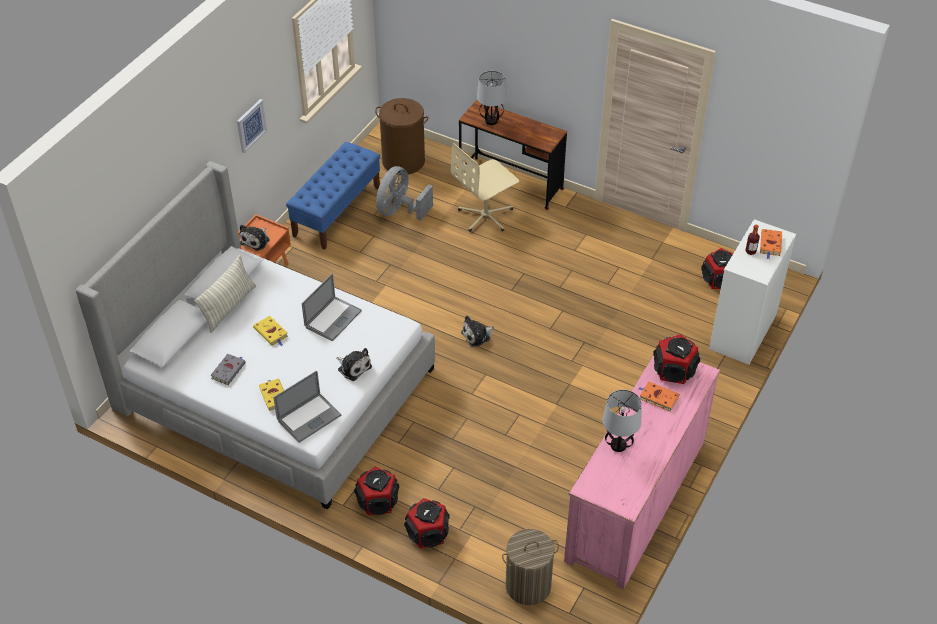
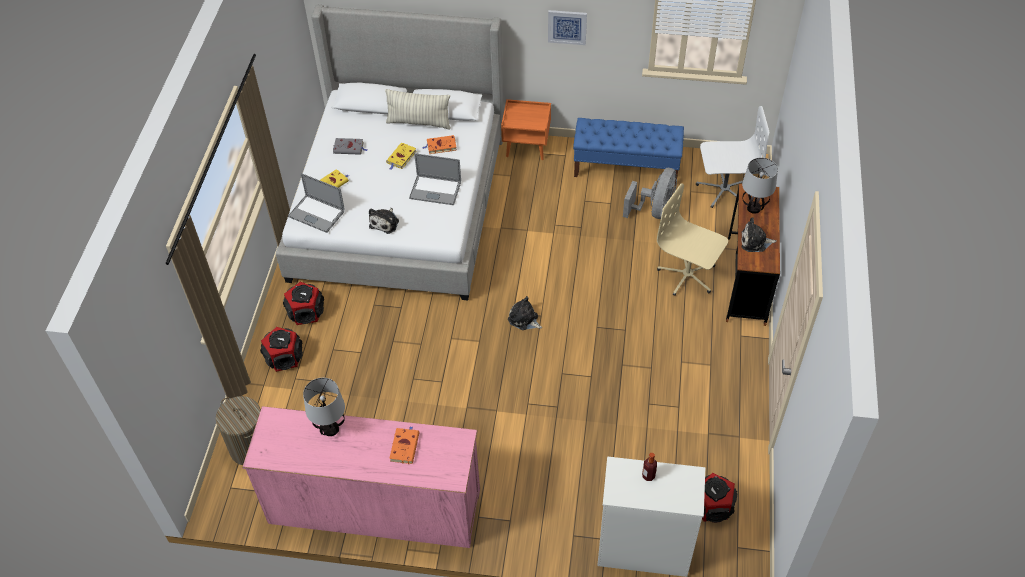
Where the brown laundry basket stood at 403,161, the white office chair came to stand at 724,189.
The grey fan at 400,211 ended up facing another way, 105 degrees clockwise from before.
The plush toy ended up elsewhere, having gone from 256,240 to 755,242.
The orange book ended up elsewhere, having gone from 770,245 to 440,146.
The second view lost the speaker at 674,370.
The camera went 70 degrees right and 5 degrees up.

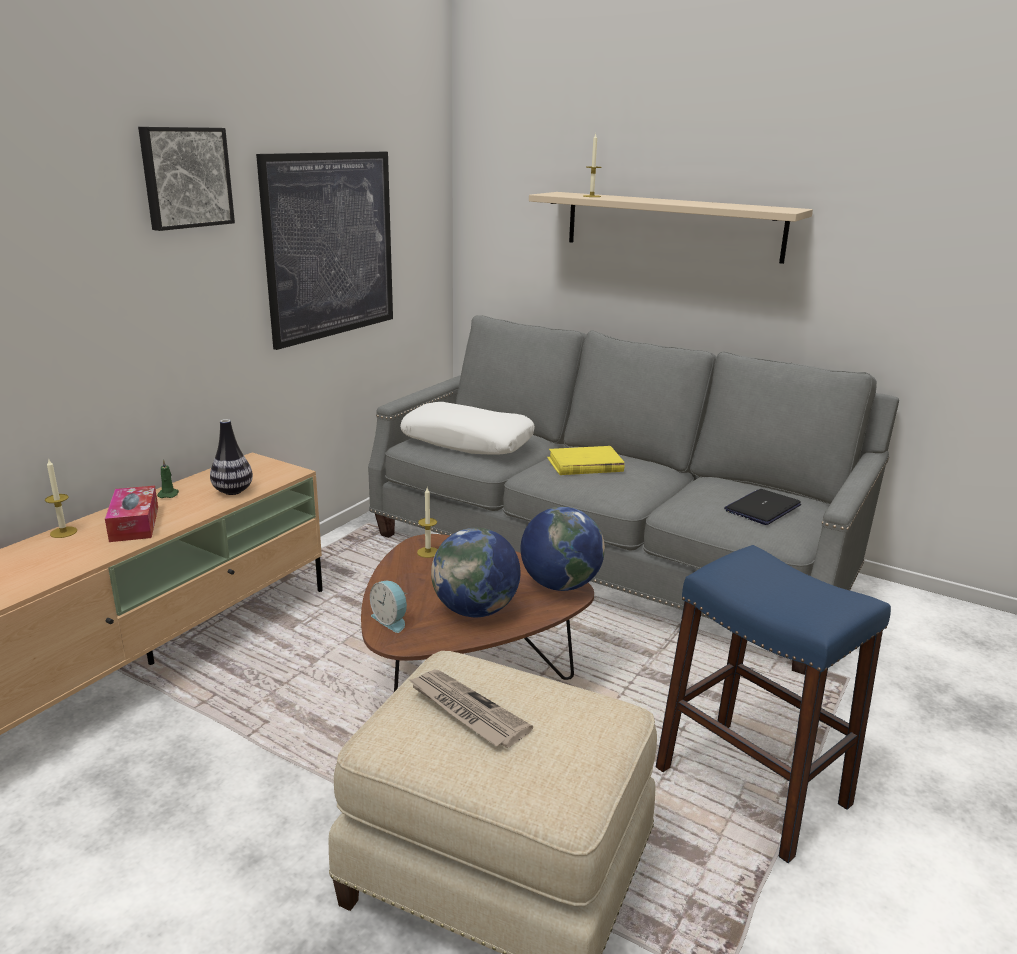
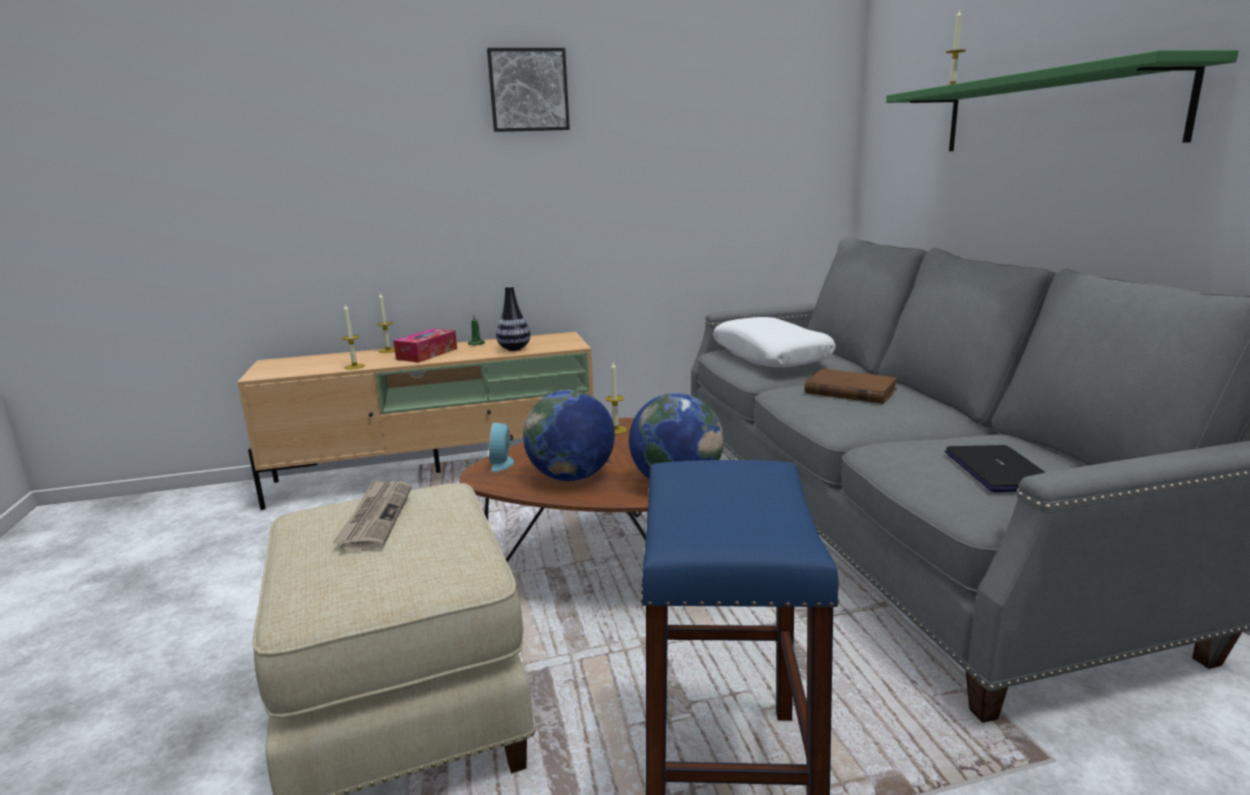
The second view lost the picture at 331,246.
What was the beige shelf at 672,226 turned into the green shelf at 1052,112.
What was the yellow book at 584,465 turned into the brown book at 850,391.
The laptop at 762,508 ended up facing another way, 90 degrees clockwise from before.
The second view gained the candle at 354,366.
The camera went 45 degrees right and 5 degrees down.

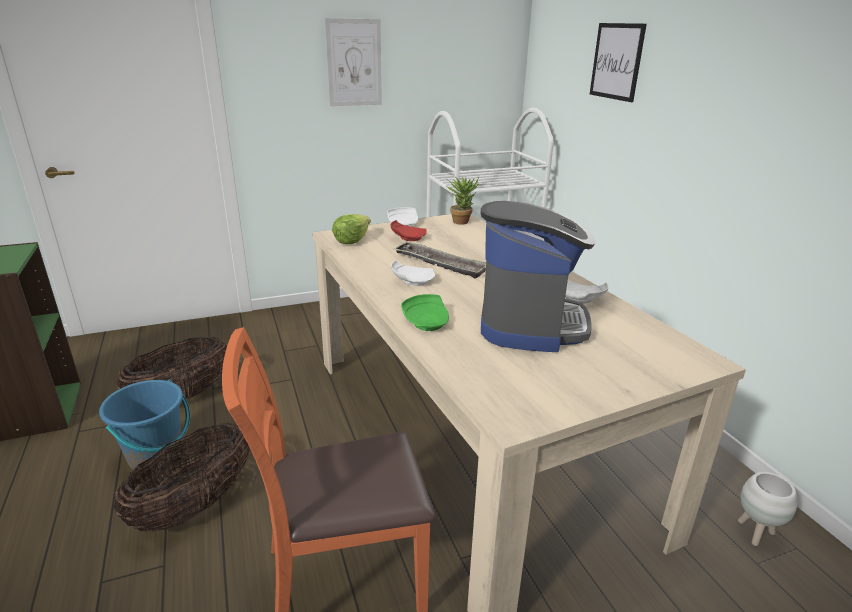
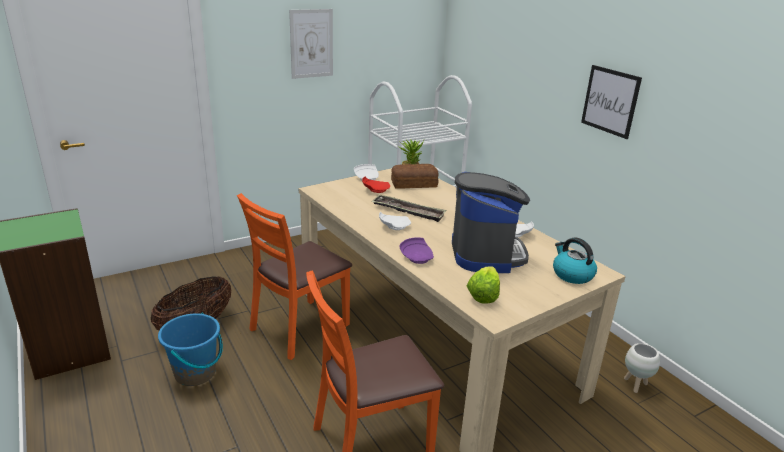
The picture ended up elsewhere, having gone from 616,61 to 610,101.
The lettuce ended up elsewhere, having gone from 352,240 to 483,294.
What was the green plate at 427,322 turned into the purple plate at 417,257.
The second view lost the basket at 195,505.
The second view gained the bread at 413,183.
The second view gained the orange chair at 299,328.
The second view gained the kettle at 572,274.
The camera went 10 degrees left and 0 degrees up.

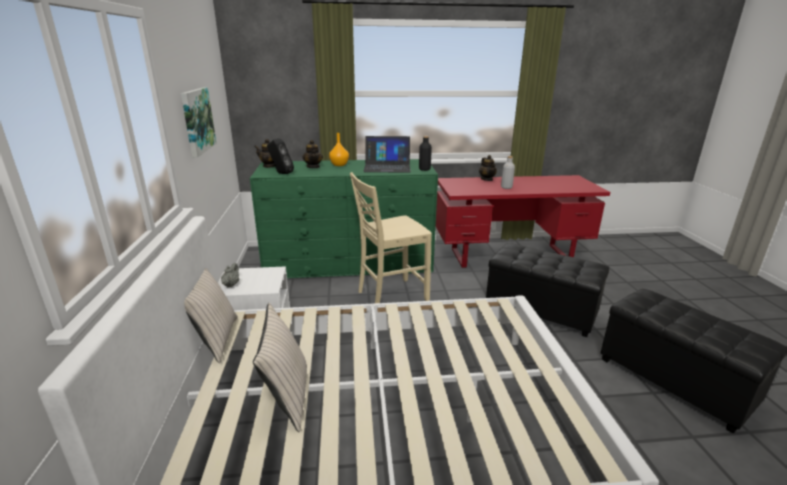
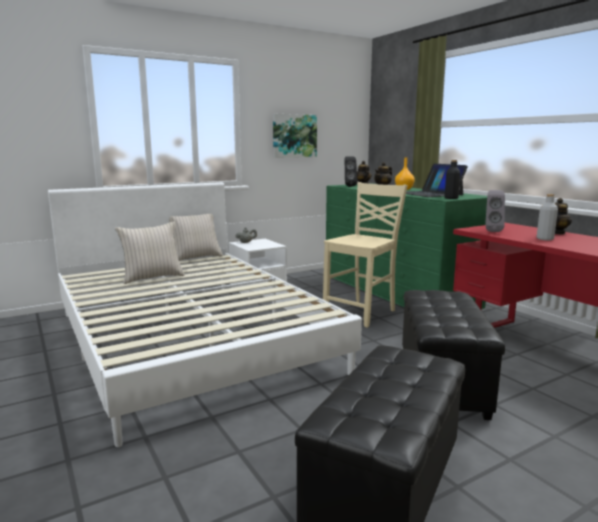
The beige chair at 390,296 ended up facing another way, 90 degrees clockwise from before.
The second view gained the grey speaker at 492,231.
The camera went 65 degrees right and 10 degrees down.

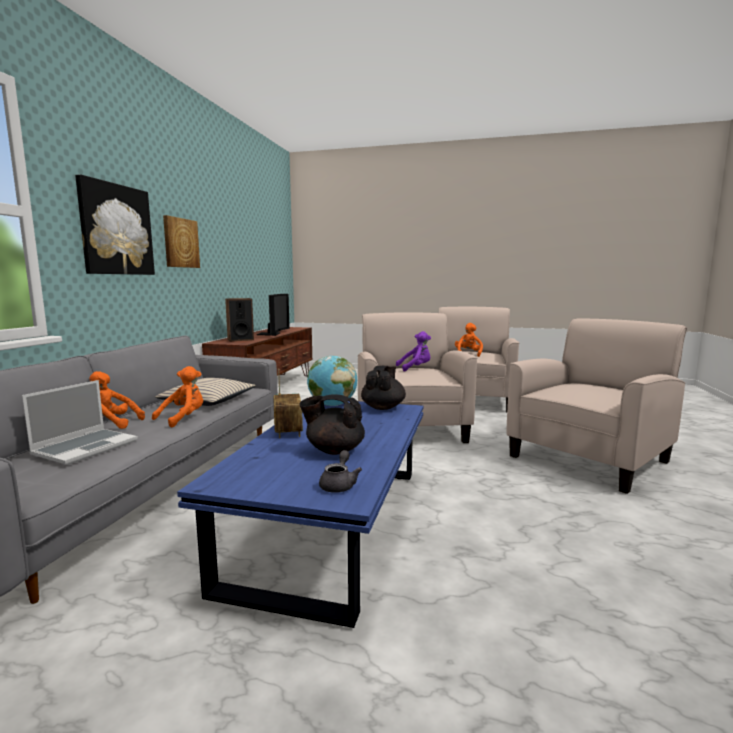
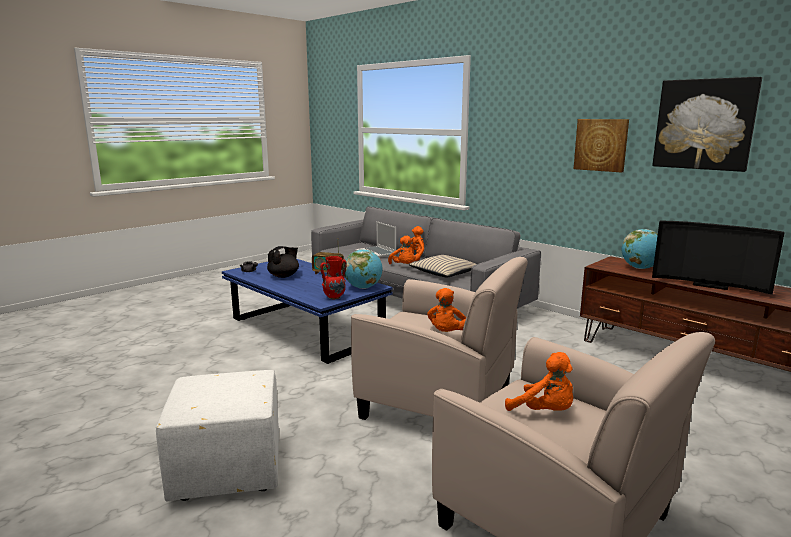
The picture ended up elsewhere, having gone from 116,230 to 704,124.
Where the speaker stood at 240,339, the globe came to stand at 640,268.
Where the beige armchair stood at 589,458, the white ottoman came to stand at 227,471.
What was the purple plush toy at 415,368 turned into the orange plush toy at 447,334.
Where the black teapot stood at 383,407, the red vase came to stand at 334,297.
The camera went 120 degrees right and 5 degrees up.

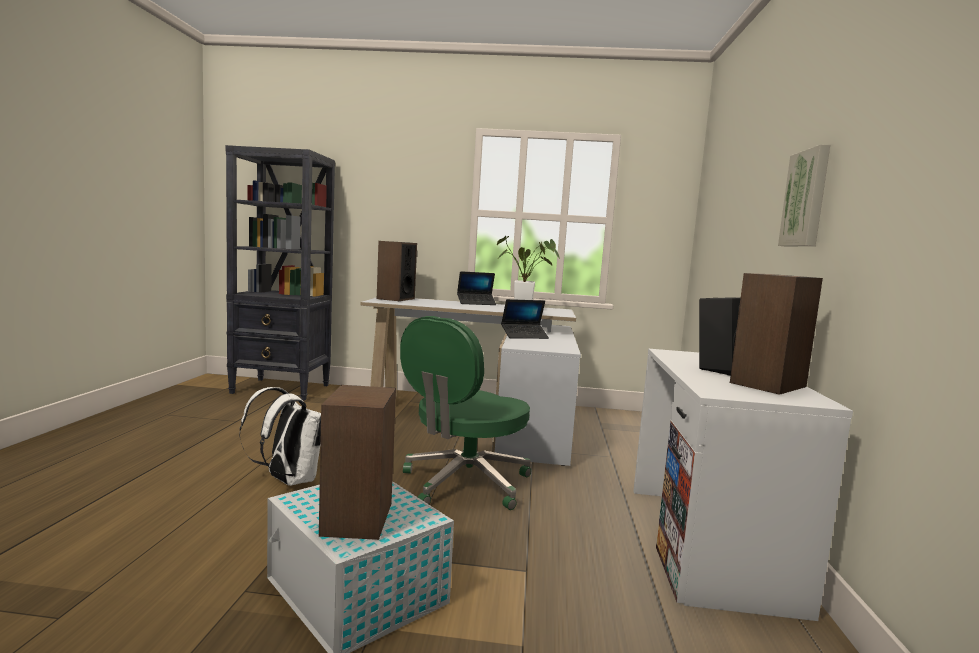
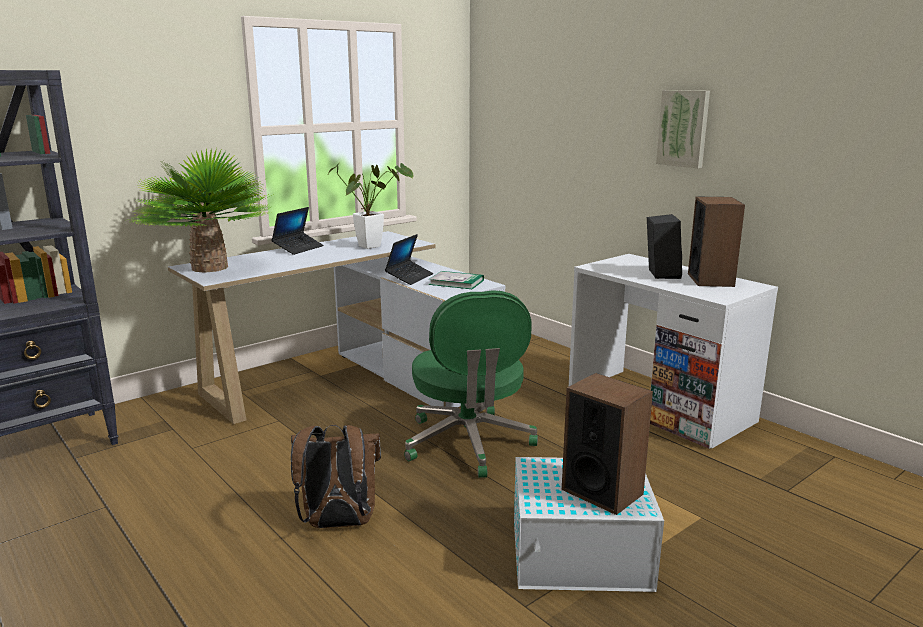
Where the speaker stood at 395,299, the potted plant came to stand at 209,267.
What was the white backpack at 287,480 turned into the brown backpack at 338,524.
The second view gained the book at 456,282.
The camera went 45 degrees left and 10 degrees up.

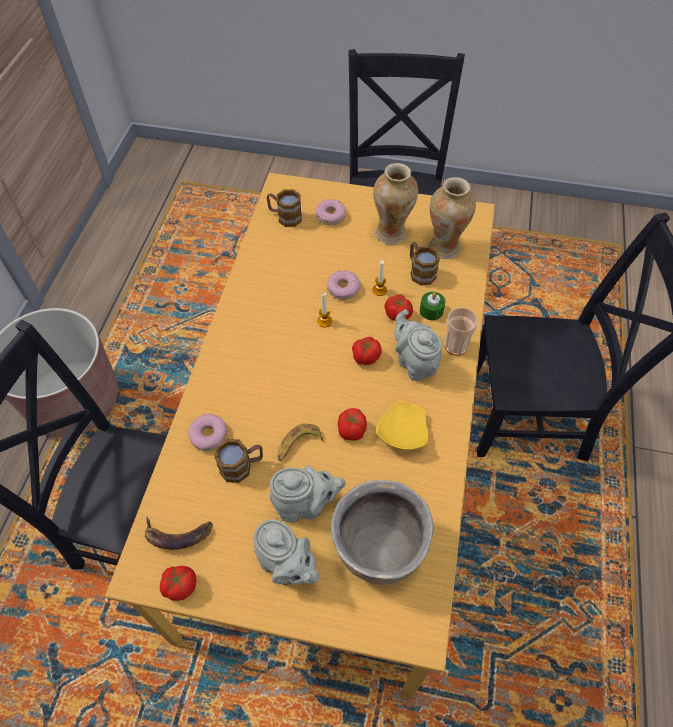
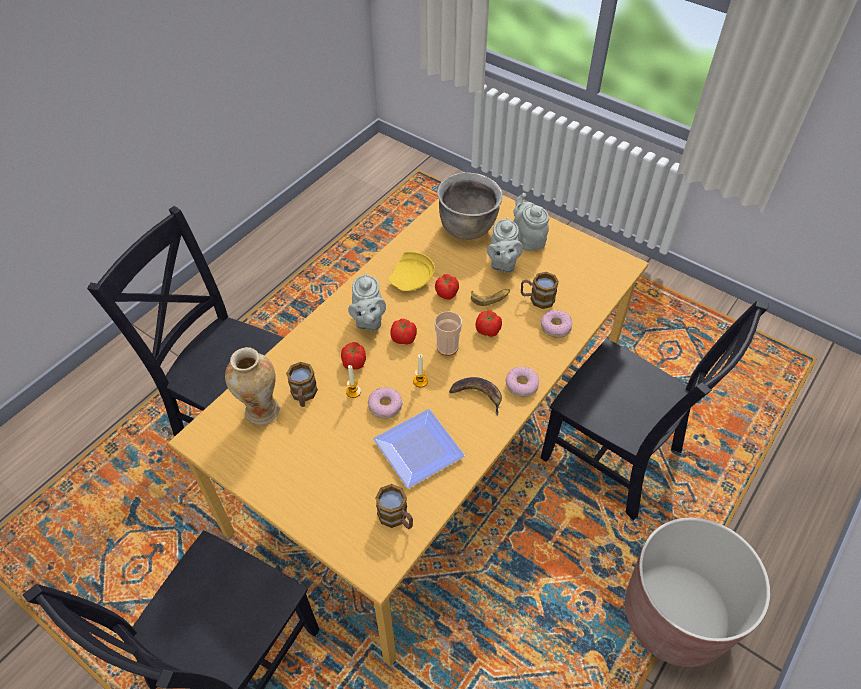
The second view lost the vase at 391,233.
The donut ended up elsewhere, having gone from 330,216 to 522,385.
The second view lost the green candle at 431,310.
The cup ended up elsewhere, having gone from 455,346 to 447,347.
The grey teapot at 305,505 ended up facing another way, 105 degrees counterclockwise from before.
The banana ended up elsewhere, having gone from 177,535 to 477,395.
The tomato ended up elsewhere, having gone from 180,586 to 488,331.
The second view gained the plate at 418,452.
The camera went 155 degrees left and 5 degrees down.

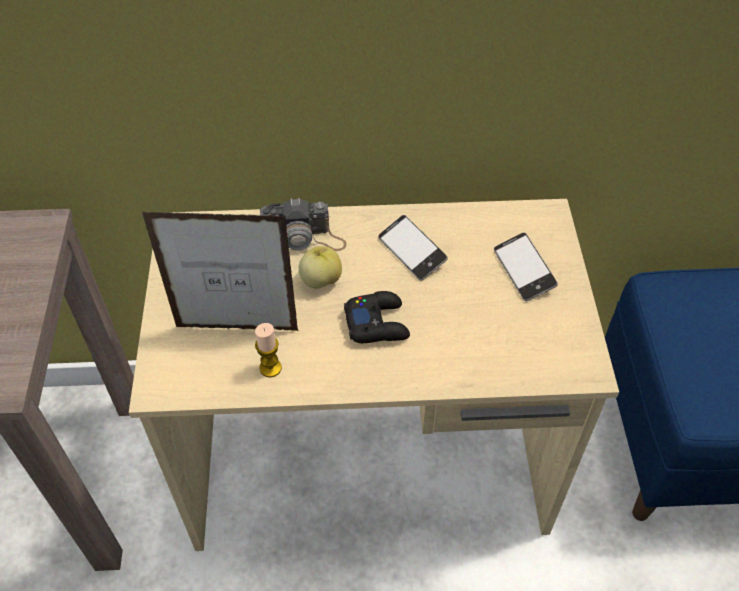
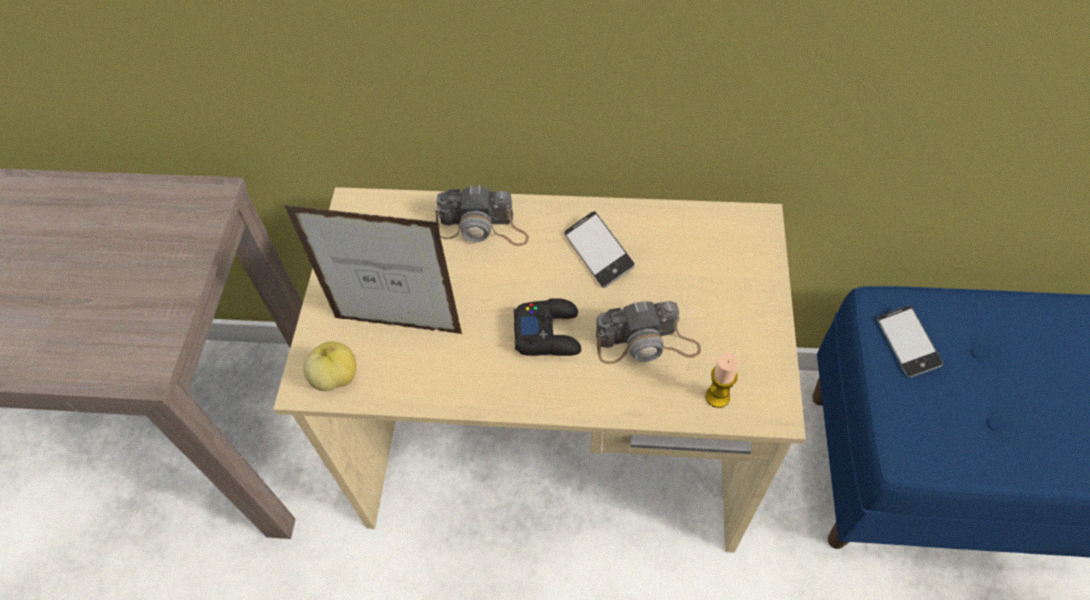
The phone ended up elsewhere, having gone from 523,271 to 906,344.
The apple ended up elsewhere, having gone from 320,280 to 335,377.
The candle ended up elsewhere, having gone from 270,368 to 717,396.
The second view gained the photo camera at 647,343.
The camera went 10 degrees right and 5 degrees up.

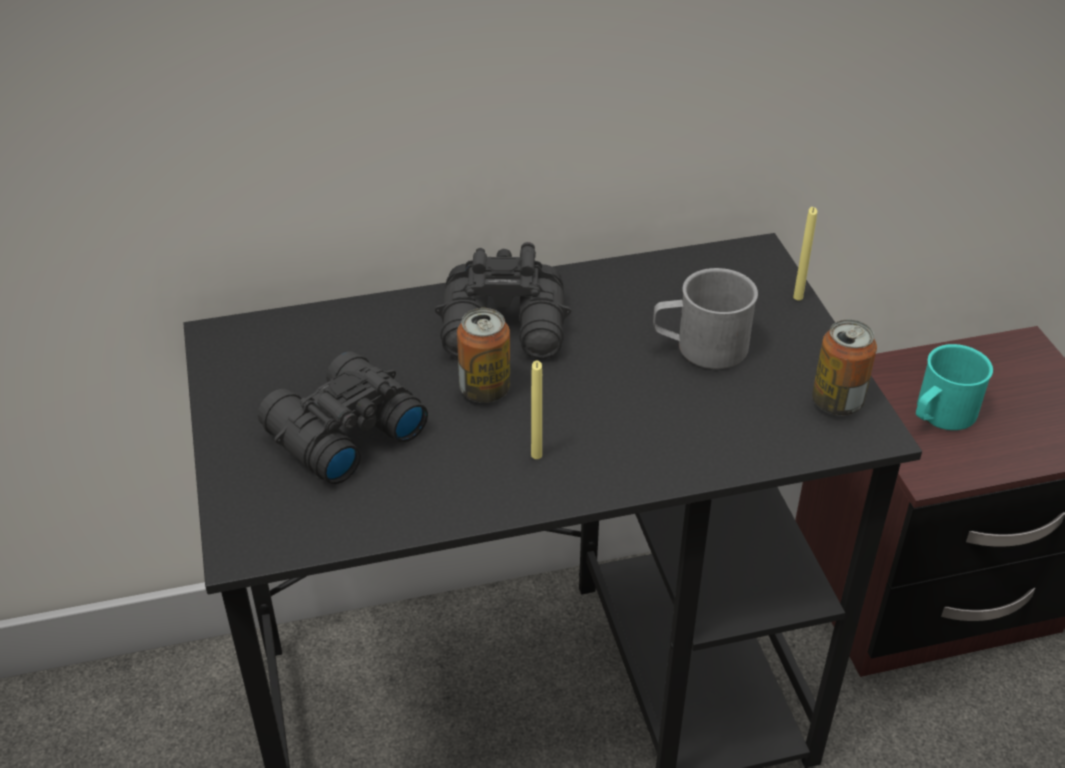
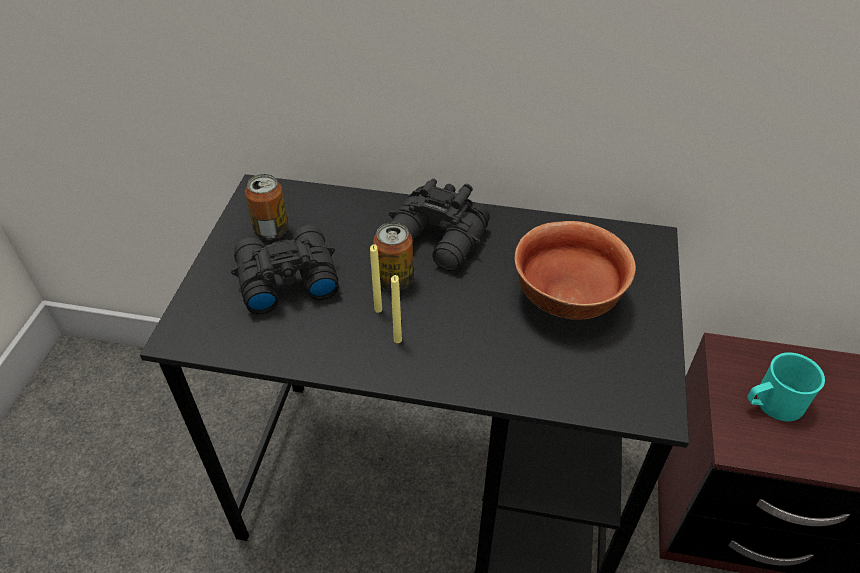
The yellow candle ended up elsewhere, having gone from 798,297 to 378,309.
Where the grey mug stood at 700,347, the bowl came to stand at 564,298.
The can ended up elsewhere, having gone from 837,402 to 271,230.
The camera went 25 degrees right and 5 degrees up.

